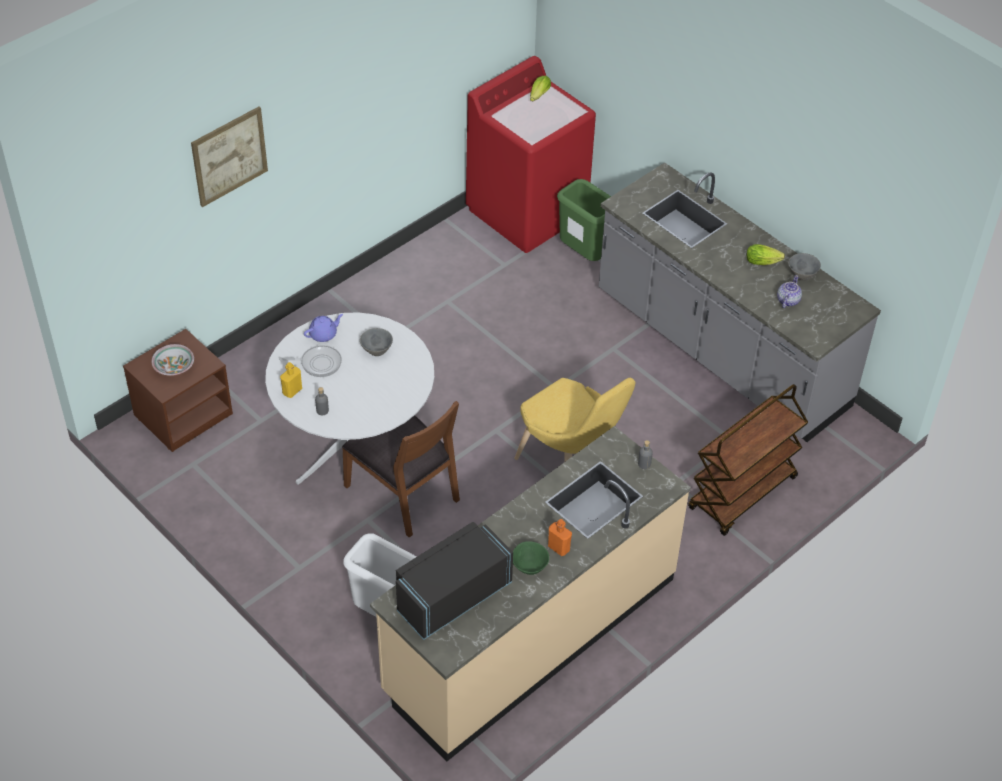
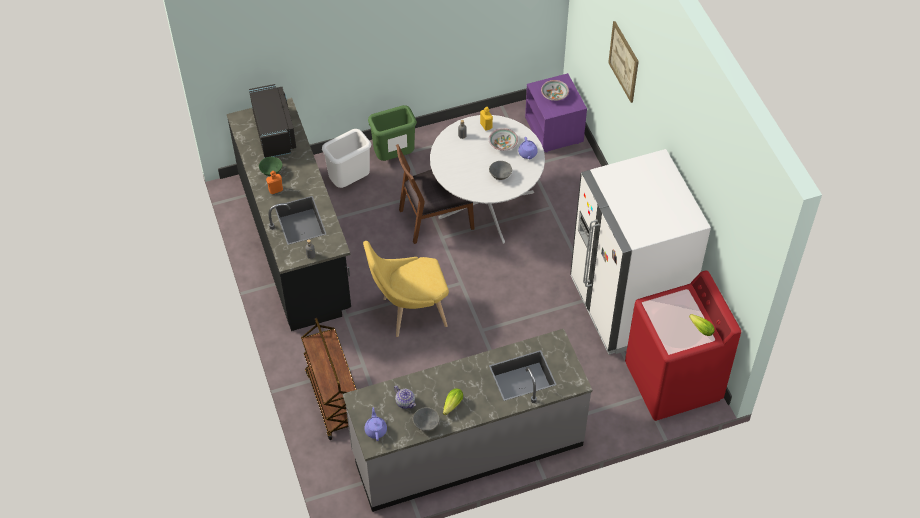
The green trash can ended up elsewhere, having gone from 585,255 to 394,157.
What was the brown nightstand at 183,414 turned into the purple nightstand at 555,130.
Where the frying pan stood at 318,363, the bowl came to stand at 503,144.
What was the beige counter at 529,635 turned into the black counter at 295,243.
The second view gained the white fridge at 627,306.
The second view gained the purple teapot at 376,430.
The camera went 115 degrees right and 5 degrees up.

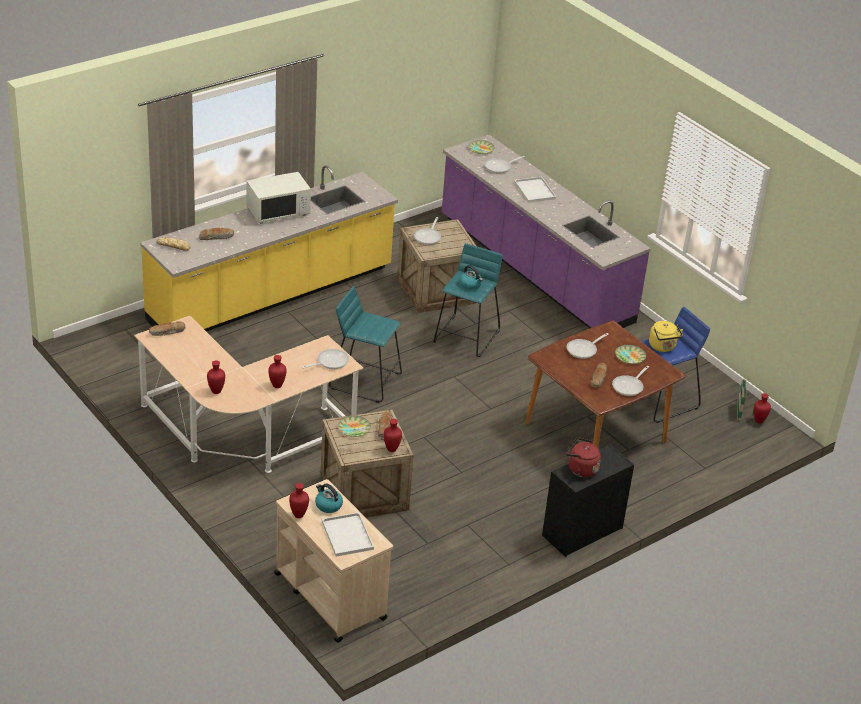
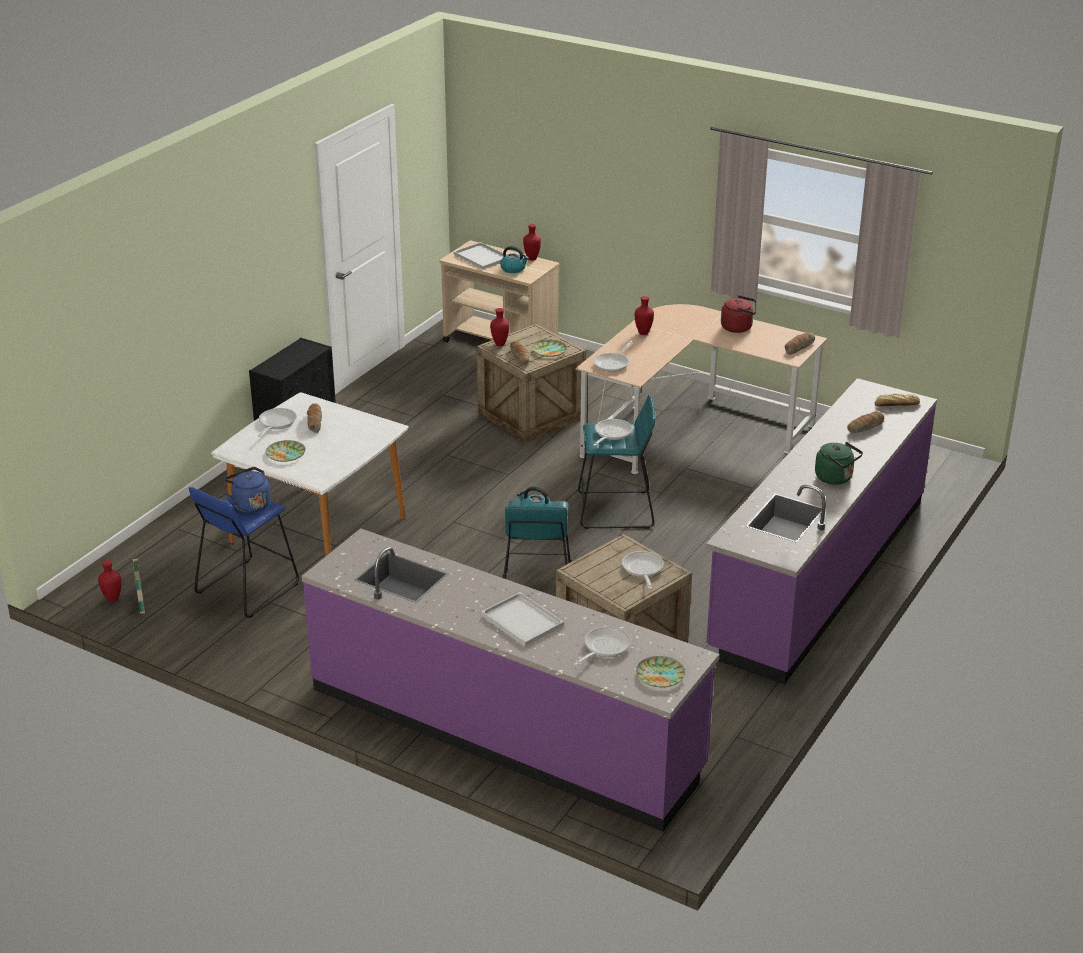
What was the yellow counter at 272,295 turned into the purple counter at 818,574.
Where the white microwave stood at 278,211, the green kettle came to stand at 836,478.
What was the brown dining table at 596,432 turned into the white dining table at 317,530.
What was the yellow kettle at 663,347 turned into the blue kettle at 250,504.
The frying pan ended up elsewhere, having gone from 584,350 to 611,434.
The second view lost the red vase at 216,392.
The red kettle ended up elsewhere, having gone from 580,469 to 738,327.
The camera went 160 degrees right and 5 degrees down.

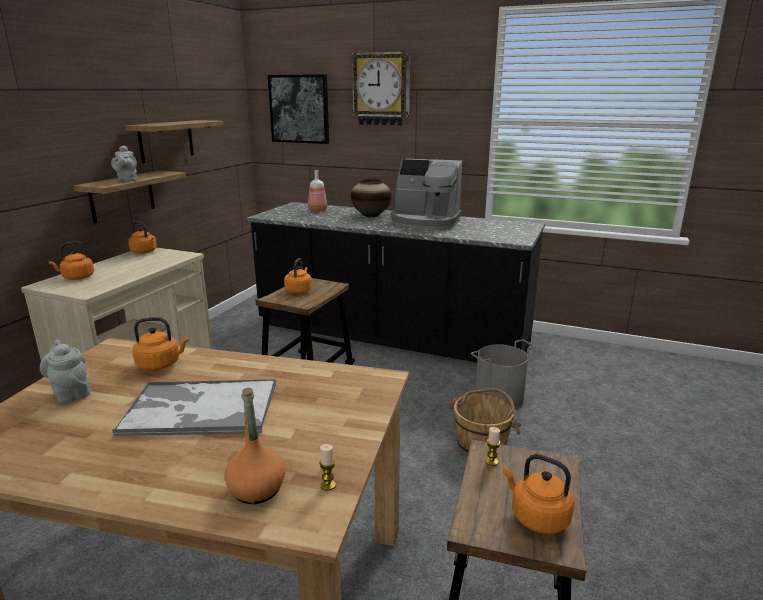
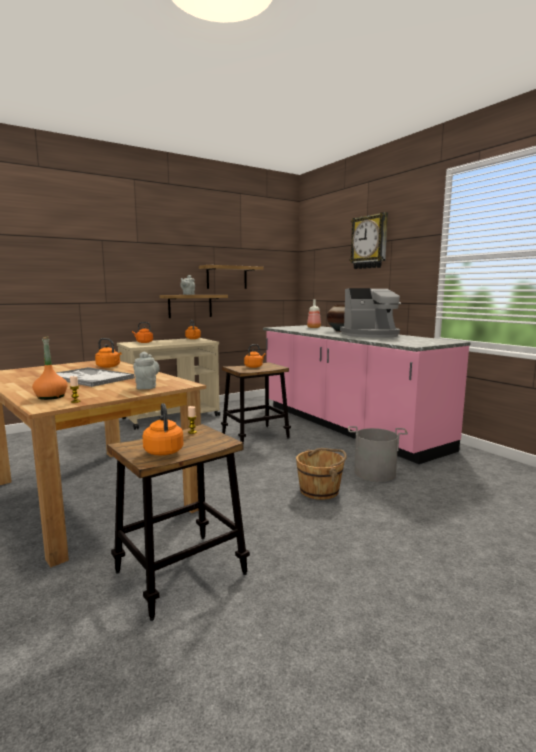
The second view lost the picture at 299,109.
The coffee machine at 425,221 ended up facing another way, 60 degrees counterclockwise from before.
What was the black counter at 391,335 turned into the pink counter at 346,426.
The grey teapot ended up elsewhere, having gone from 71,393 to 147,387.
The camera went 35 degrees right and 10 degrees down.

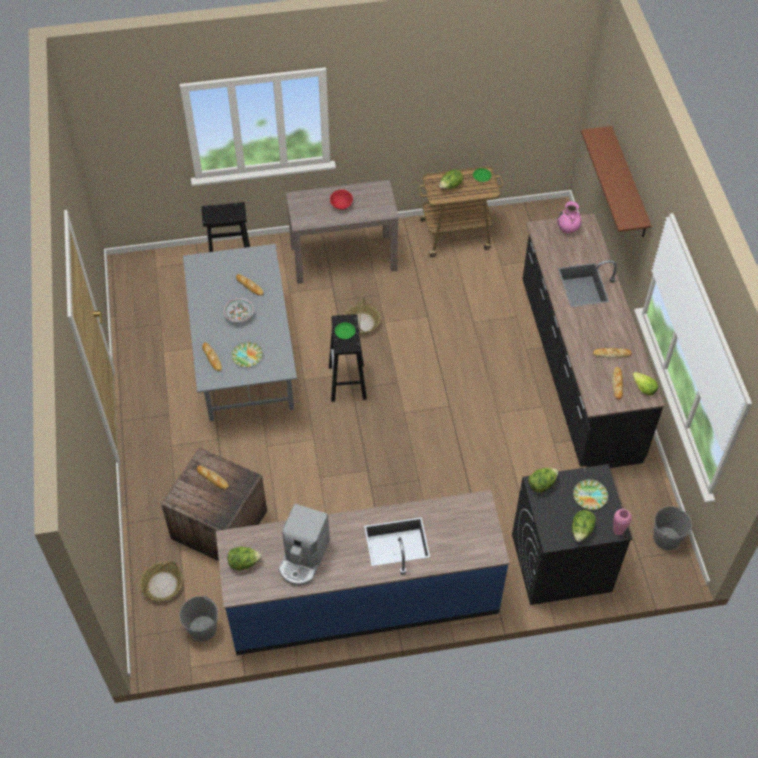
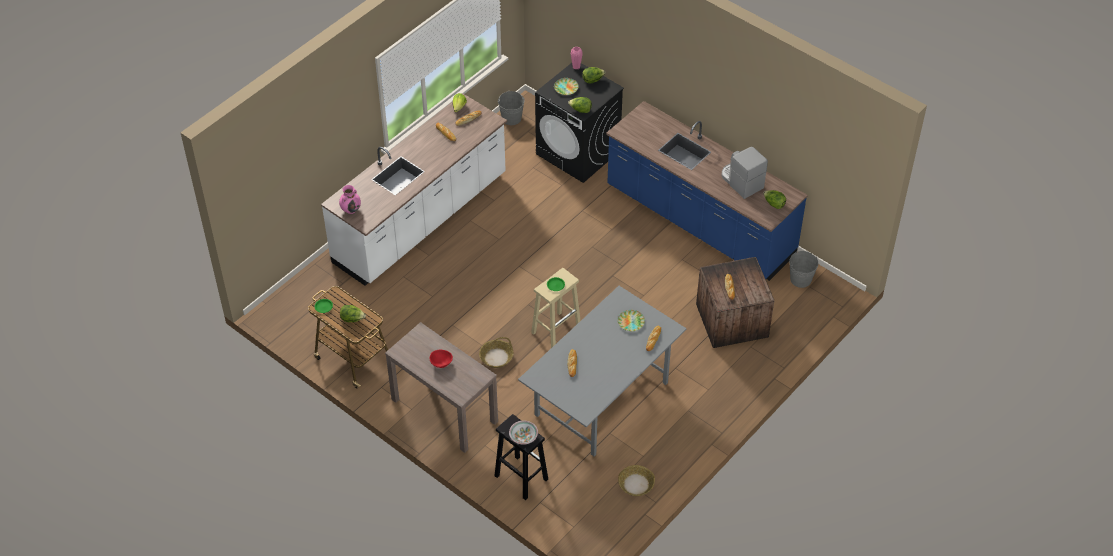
The second view lost the brown shelf at 629,184.
What was the black counter at 577,370 turned into the white counter at 421,220.
The bowl ended up elsewhere, having gone from 239,315 to 523,436.
What was the black stool at 347,383 turned into the beige stool at 556,330.
The coffee machine at 303,558 ended up facing another way, 105 degrees counterclockwise from before.
The basket ended up elsewhere, having gone from 162,585 to 636,484.
The camera went 130 degrees left and 5 degrees down.

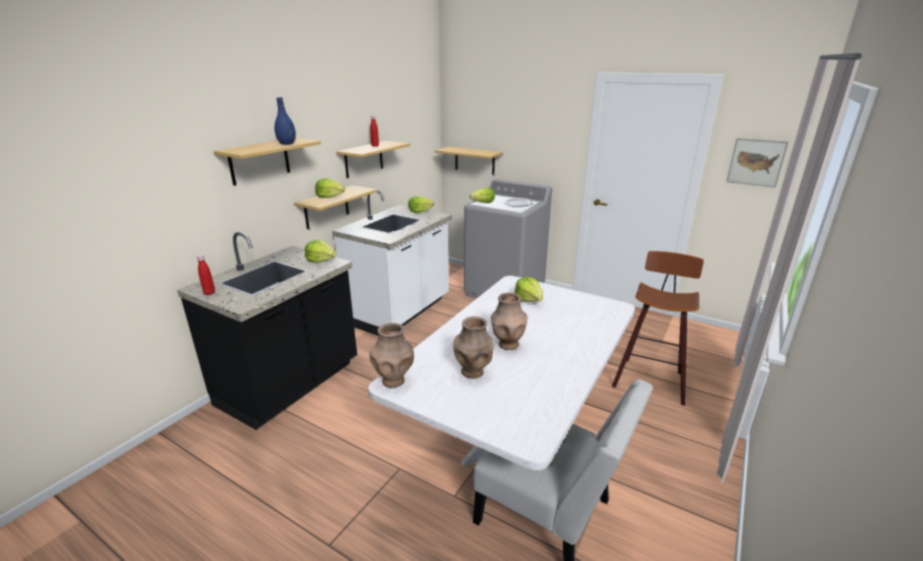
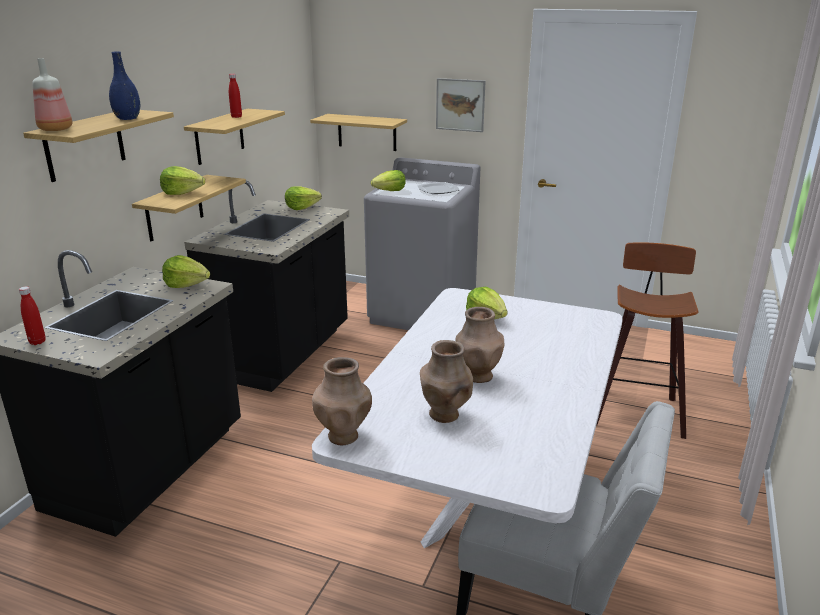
The picture ended up elsewhere, having gone from 756,162 to 460,105.
What was the white counter at 400,312 turned into the black counter at 283,354.
The second view gained the bottle at 56,129.
The camera went 10 degrees left and 0 degrees up.

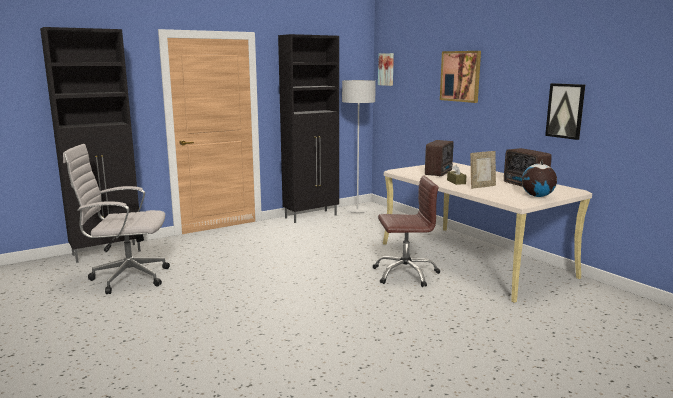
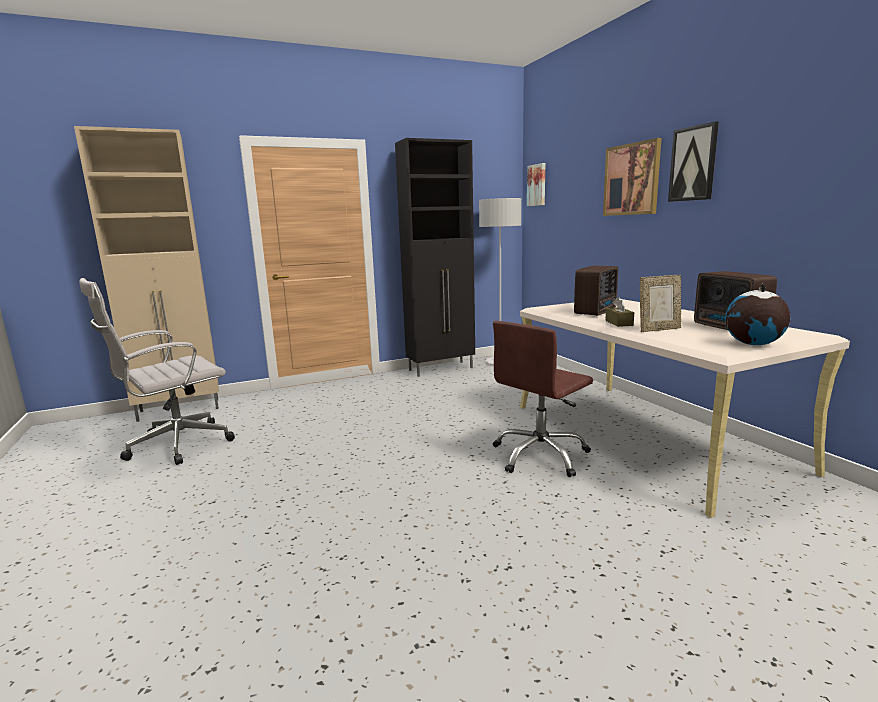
What was the black cabinet at 108,253 turned into the beige cabinet at 180,410.
The picture ended up elsewhere, having gone from 565,111 to 693,164.
The white office chair at 126,278 ended up facing another way, 45 degrees counterclockwise from before.
The brown office chair at 405,274 ended up facing another way, 135 degrees clockwise from before.
The camera went 10 degrees right and 0 degrees up.

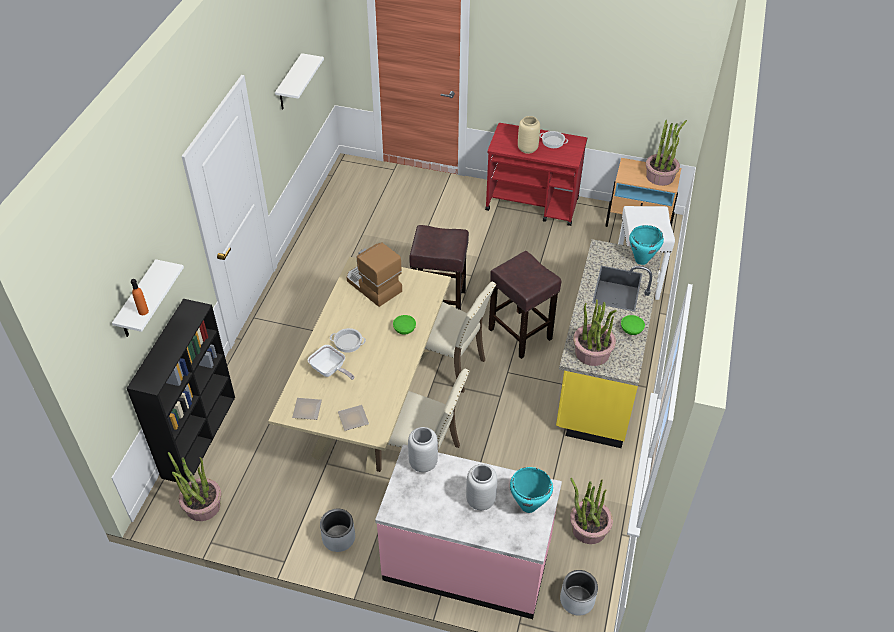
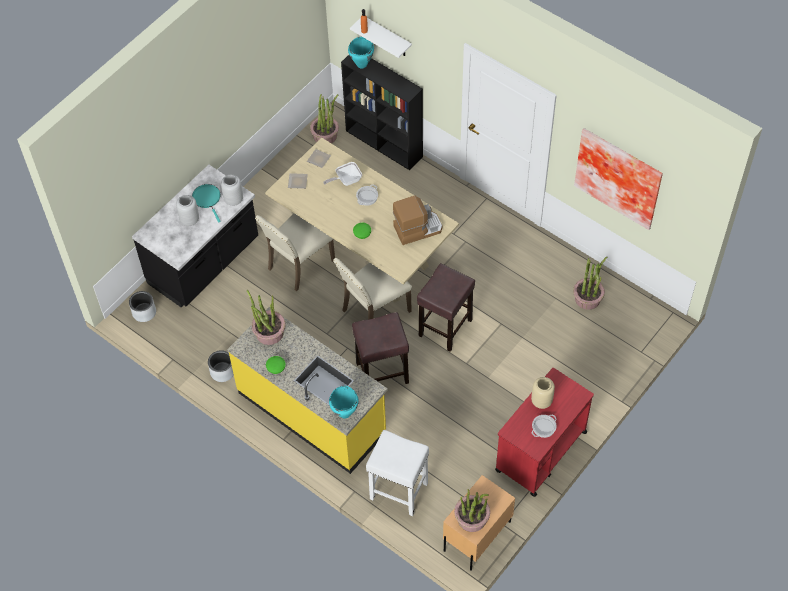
Where the white shelf hung at 289,83, the picture came to hang at 619,176.
What was the pink counter at 467,562 turned into the black counter at 204,262.
The turquoise cooking pot ended up elsewhere, having gone from 528,505 to 362,64.
The potted plant ended up elsewhere, having gone from 588,528 to 587,298.
The grey planter ended up elsewhere, having gone from 338,537 to 222,371.
The second view gained the turquoise frying pan at 207,199.
The camera went 115 degrees right and 10 degrees up.

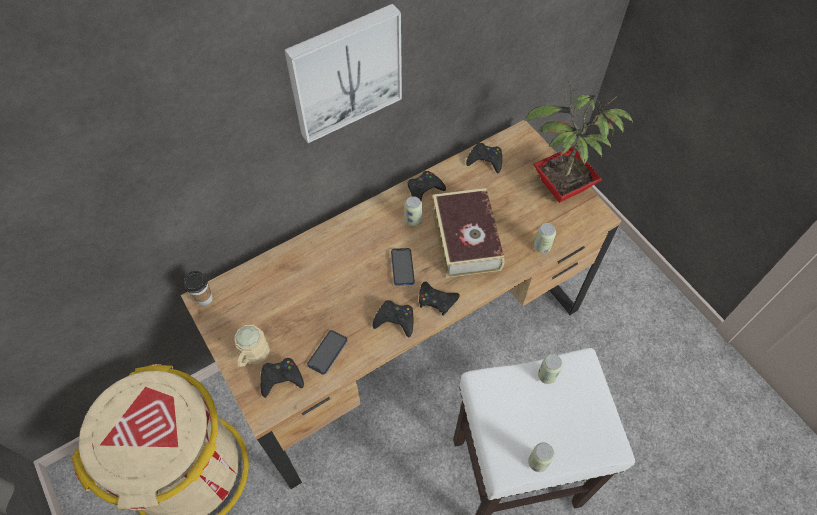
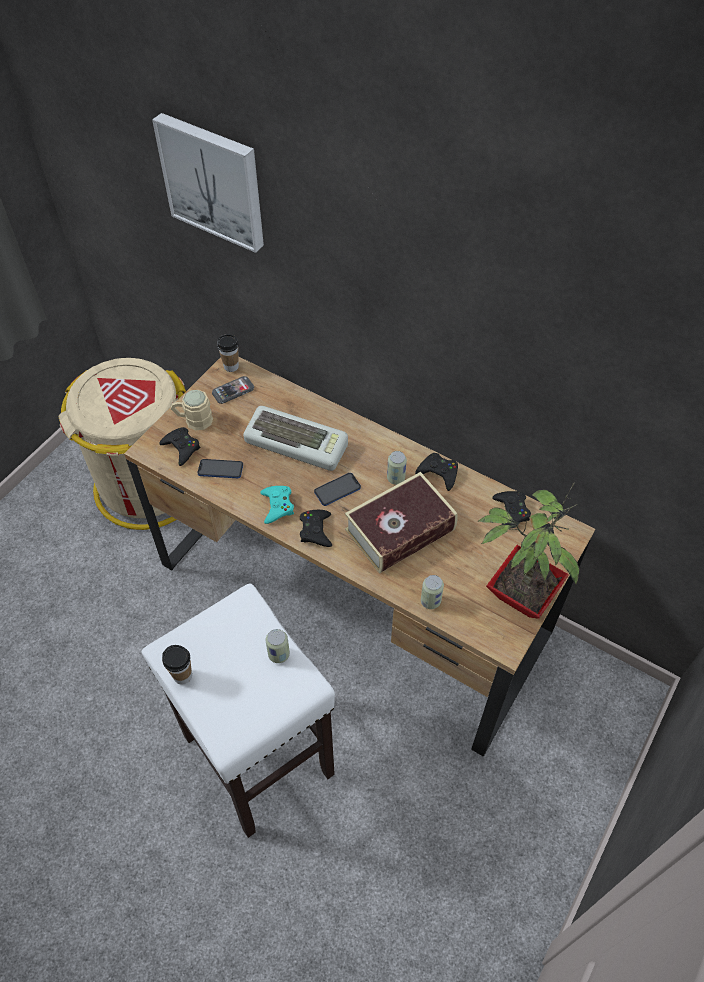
The picture ended up elsewhere, having gone from 344,72 to 214,181.
What was the black game controller at 395,320 turned into the turquoise game controller at 277,506.
Where the can stood at 538,462, the cup came to stand at 182,675.
The second view gained the phone at 233,391.
The second view gained the keyboard at 298,442.
The camera went 65 degrees right and 5 degrees down.

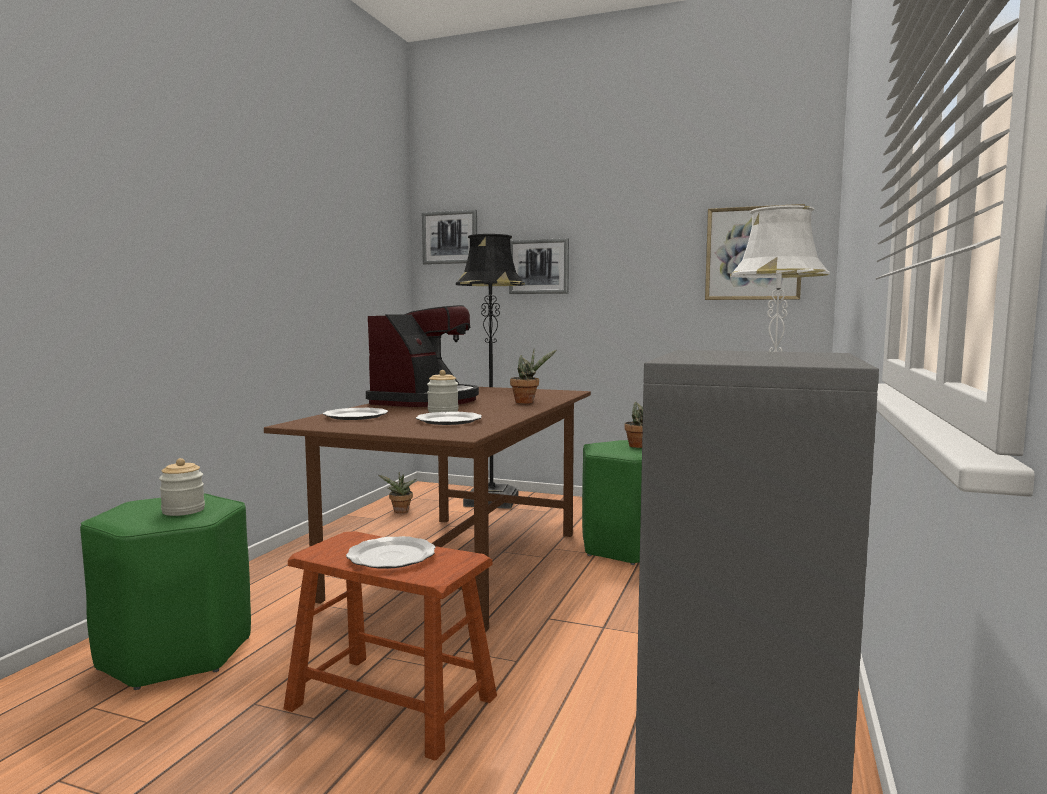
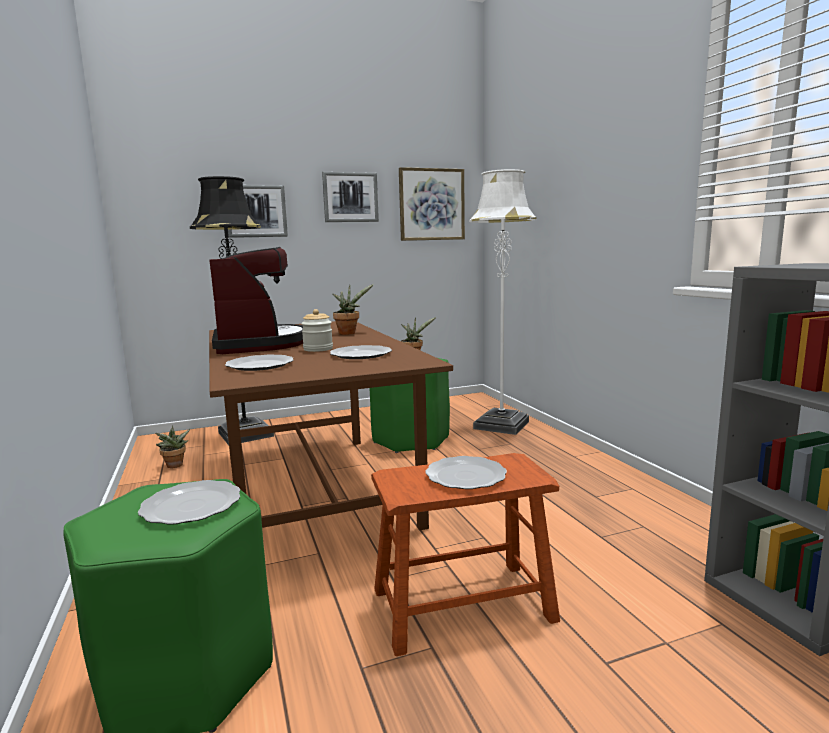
The picture ended up elsewhere, having gone from 450,237 to 350,197.
Where the jar stood at 183,510, the plate came to stand at 193,505.
The camera went 40 degrees left and 5 degrees up.

